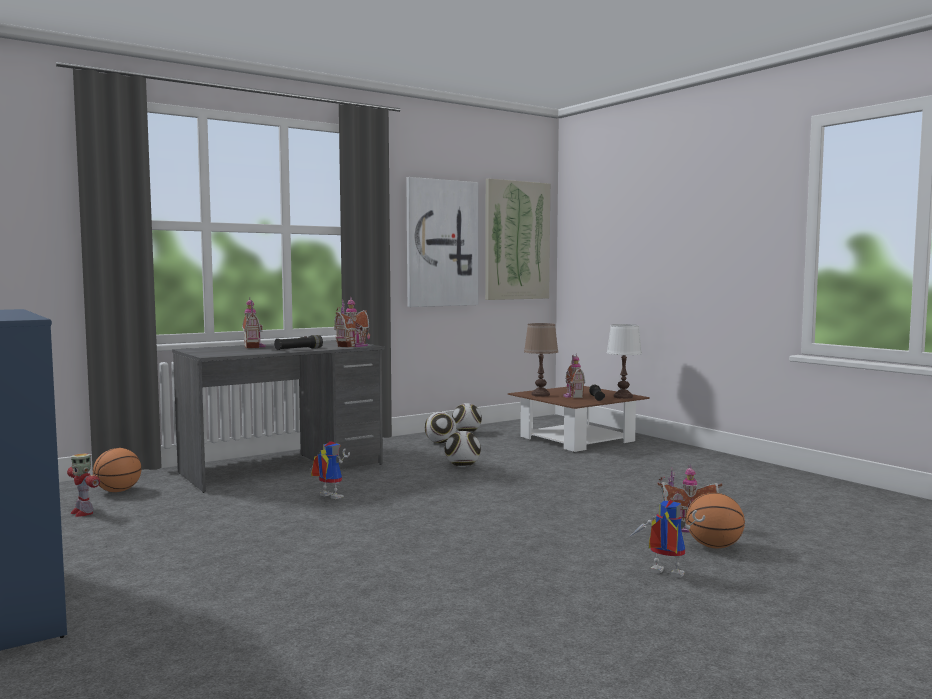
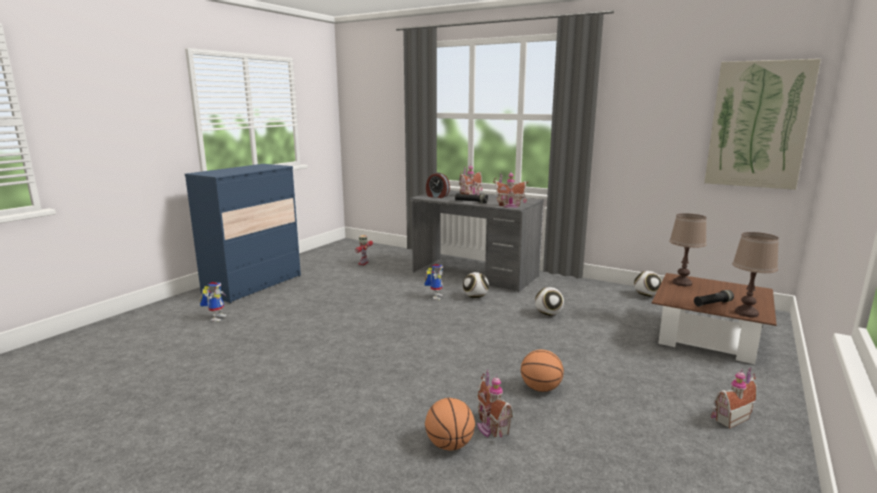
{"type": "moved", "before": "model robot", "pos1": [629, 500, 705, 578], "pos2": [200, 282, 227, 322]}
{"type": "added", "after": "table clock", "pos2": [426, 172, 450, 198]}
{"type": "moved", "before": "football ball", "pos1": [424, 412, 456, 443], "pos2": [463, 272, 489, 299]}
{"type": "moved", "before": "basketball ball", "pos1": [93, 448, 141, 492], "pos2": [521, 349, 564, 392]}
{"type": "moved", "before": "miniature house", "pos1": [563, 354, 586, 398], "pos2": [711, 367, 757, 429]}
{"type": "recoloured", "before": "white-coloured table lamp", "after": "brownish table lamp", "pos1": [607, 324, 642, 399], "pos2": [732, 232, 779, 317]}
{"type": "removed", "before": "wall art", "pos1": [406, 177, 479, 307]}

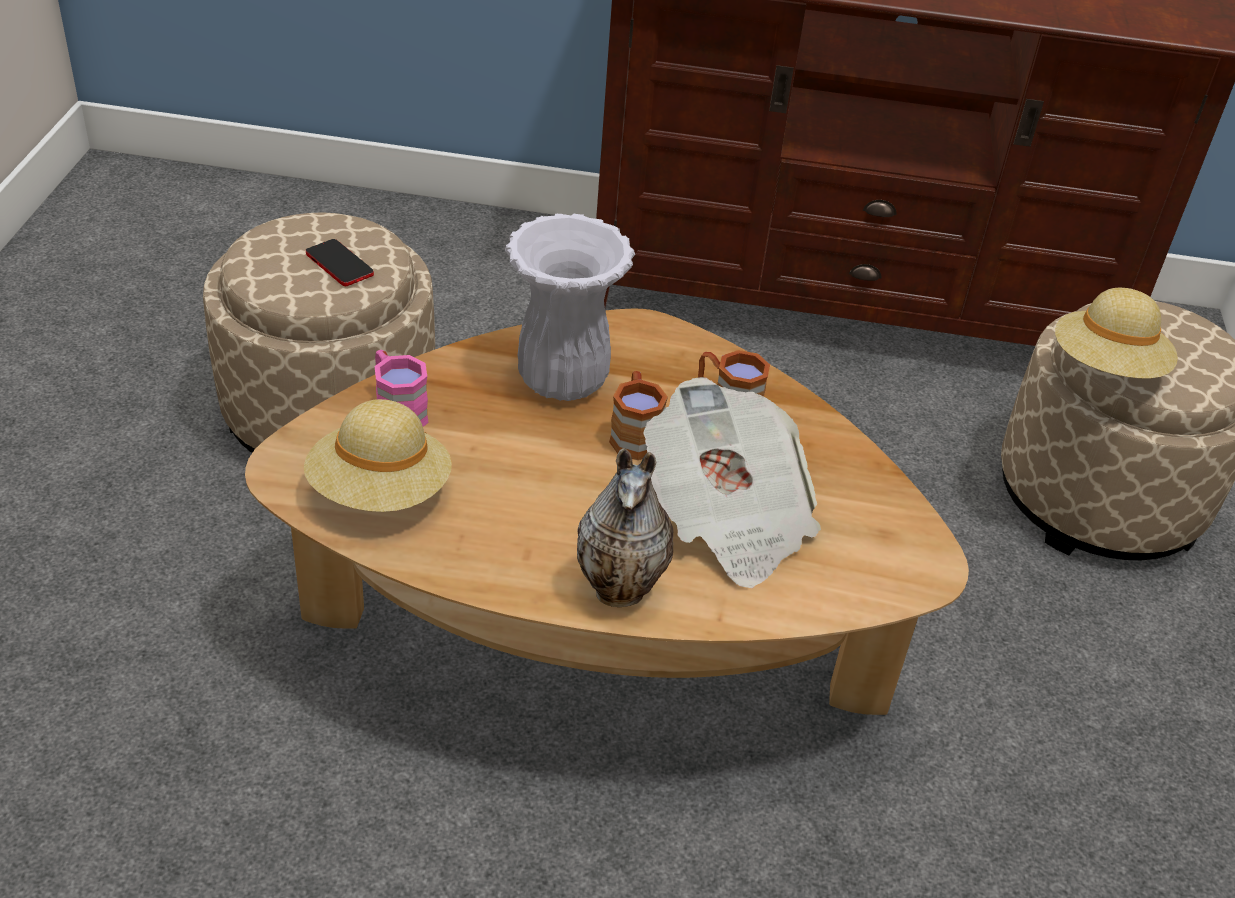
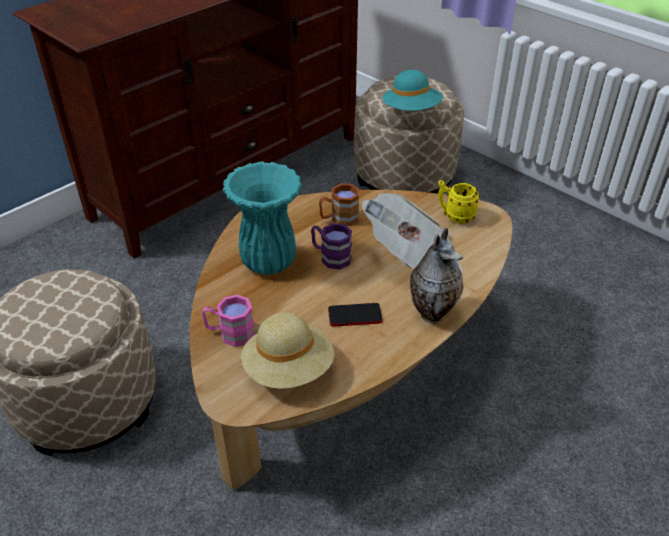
{"type": "recoloured", "before": "white-coloured vase", "after": "blue-green vase", "pos1": [505, 213, 635, 401], "pos2": [223, 161, 302, 275]}
{"type": "recoloured", "before": "brownish coffee mug", "after": "purplish coffee mug", "pos1": [609, 371, 668, 460], "pos2": [311, 223, 352, 269]}
{"type": "moved", "before": "phone", "pos1": [306, 239, 374, 286], "pos2": [328, 303, 383, 326]}
{"type": "recoloured", "before": "sand-coloured wearable hat", "after": "blue-green wearable hat", "pos1": [1055, 288, 1178, 379], "pos2": [382, 70, 443, 111]}
{"type": "added", "after": "yellowish coffee mug", "pos2": [438, 180, 480, 224]}

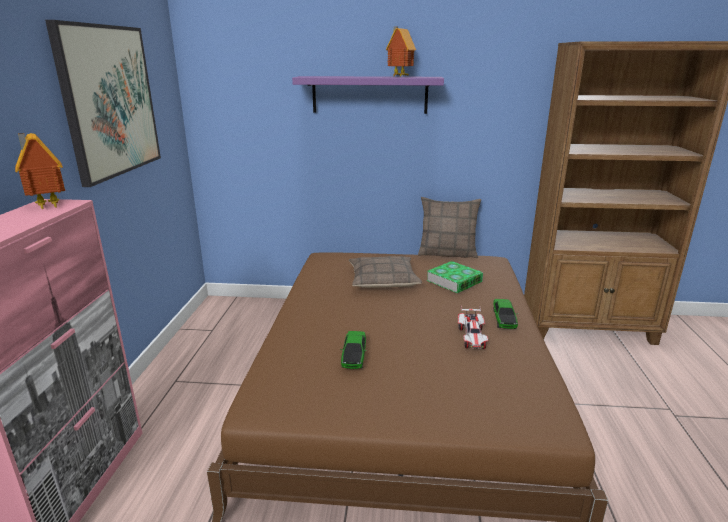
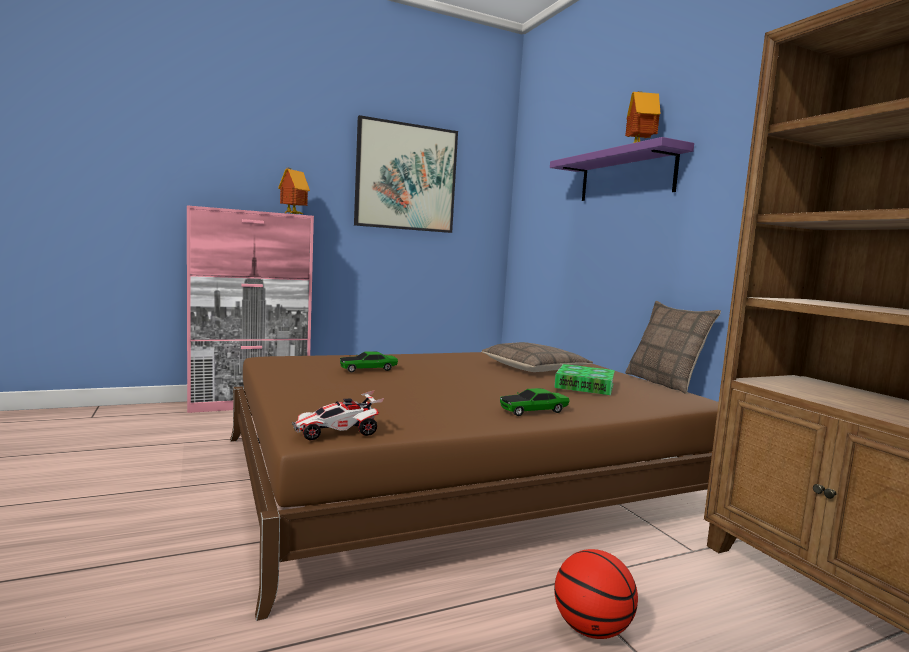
{"type": "moved", "before": "toy car", "pos1": [458, 305, 488, 349], "pos2": [292, 390, 384, 440]}
{"type": "added", "after": "basketball ball", "pos2": [554, 549, 638, 639]}

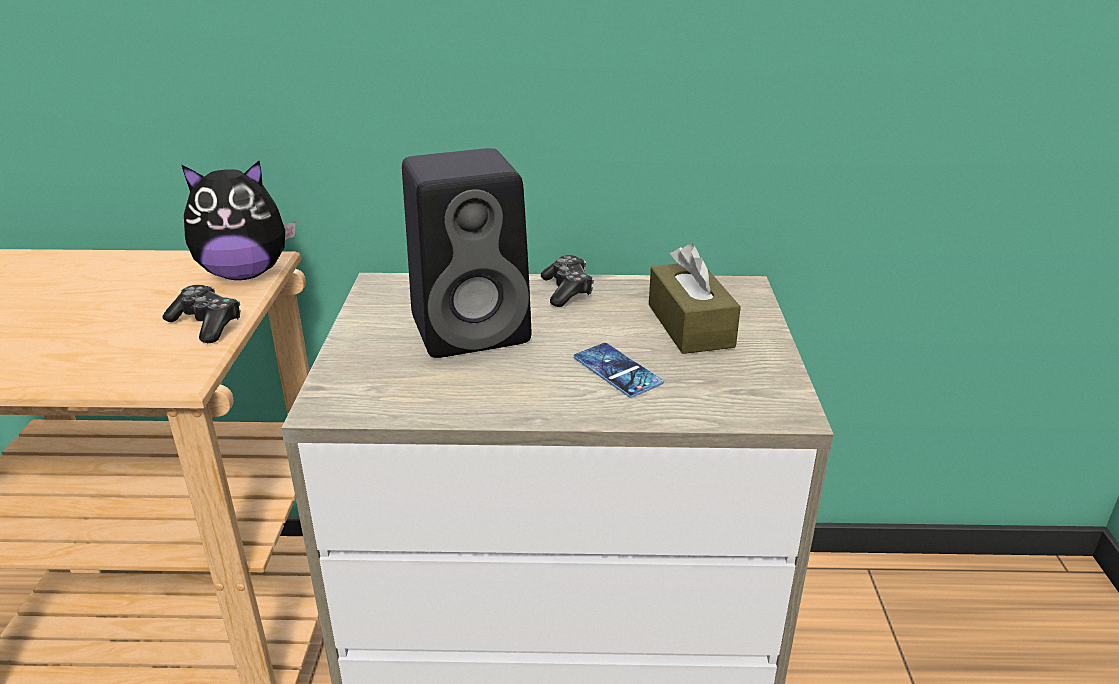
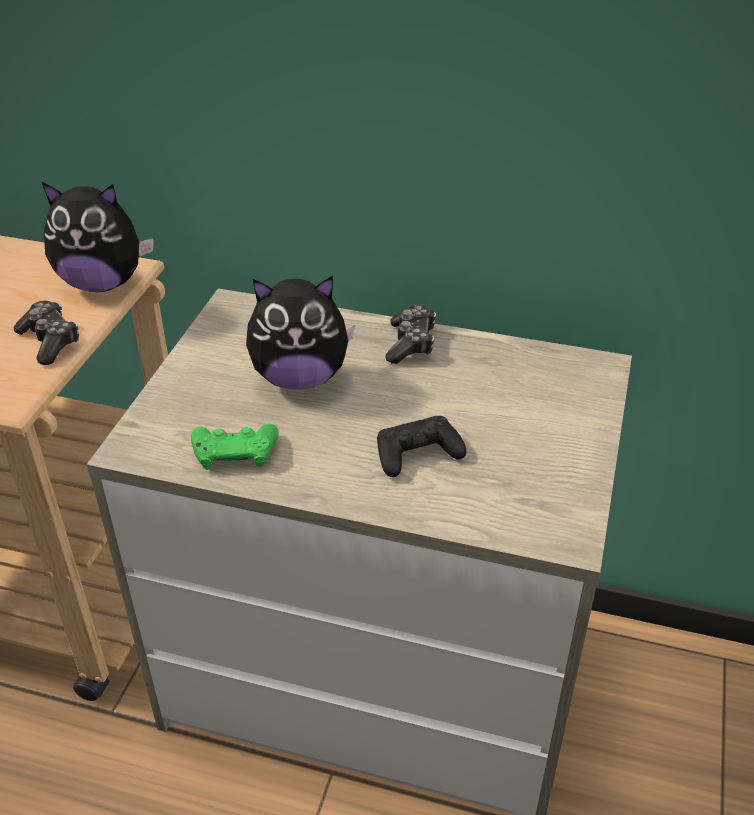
{"type": "added", "after": "green-coloured joypad", "pos2": [191, 424, 279, 470]}
{"type": "replaced", "before": "black-coloured audio speaker", "after": "cuddly toy", "pos1": [402, 148, 531, 358], "pos2": [246, 276, 355, 390]}
{"type": "replaced", "before": "phone", "after": "black-coloured joypad", "pos1": [574, 343, 663, 398], "pos2": [377, 416, 466, 477]}
{"type": "removed", "before": "brownish tissue box", "pos1": [649, 243, 741, 354]}

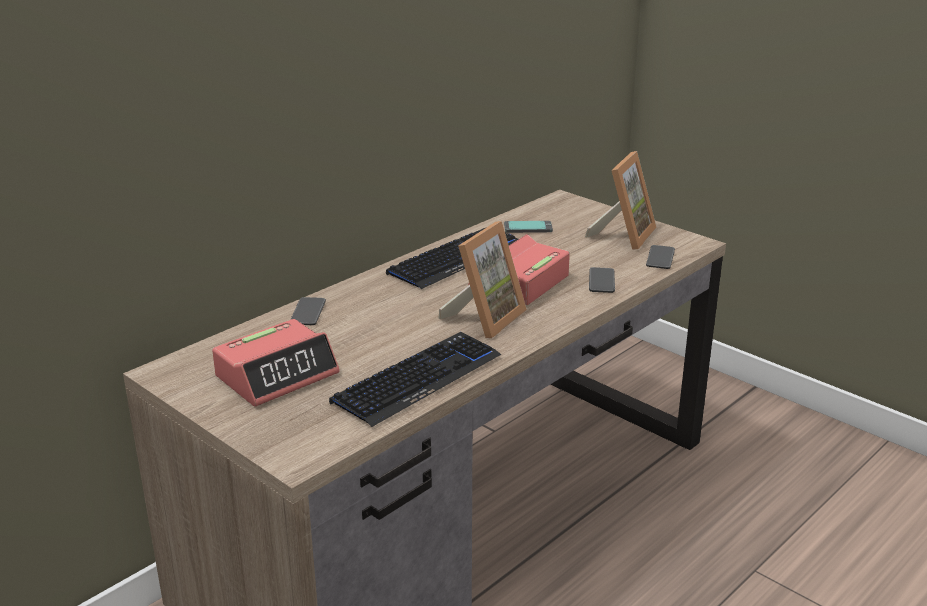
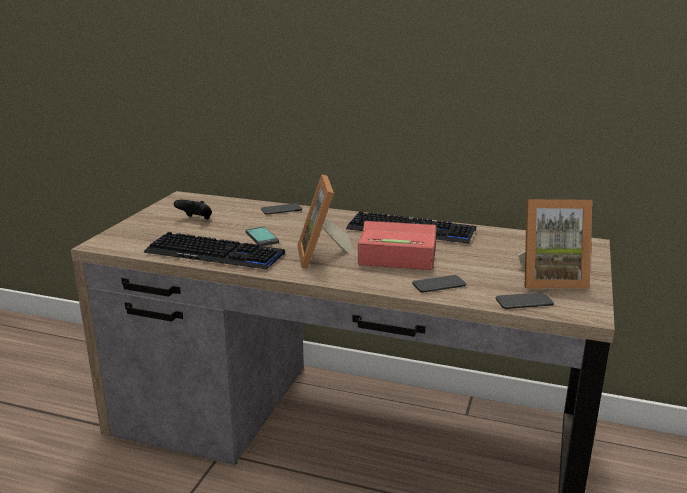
{"type": "replaced", "before": "table clock", "after": "black-coloured joypad", "pos1": [212, 319, 340, 407], "pos2": [174, 200, 212, 220]}
{"type": "moved", "before": "phone", "pos1": [504, 221, 553, 233], "pos2": [245, 227, 279, 246]}
{"type": "turned", "before": "photo frame", "pos1": [439, 221, 527, 338], "pos2": [297, 174, 353, 269], "turn": 75}

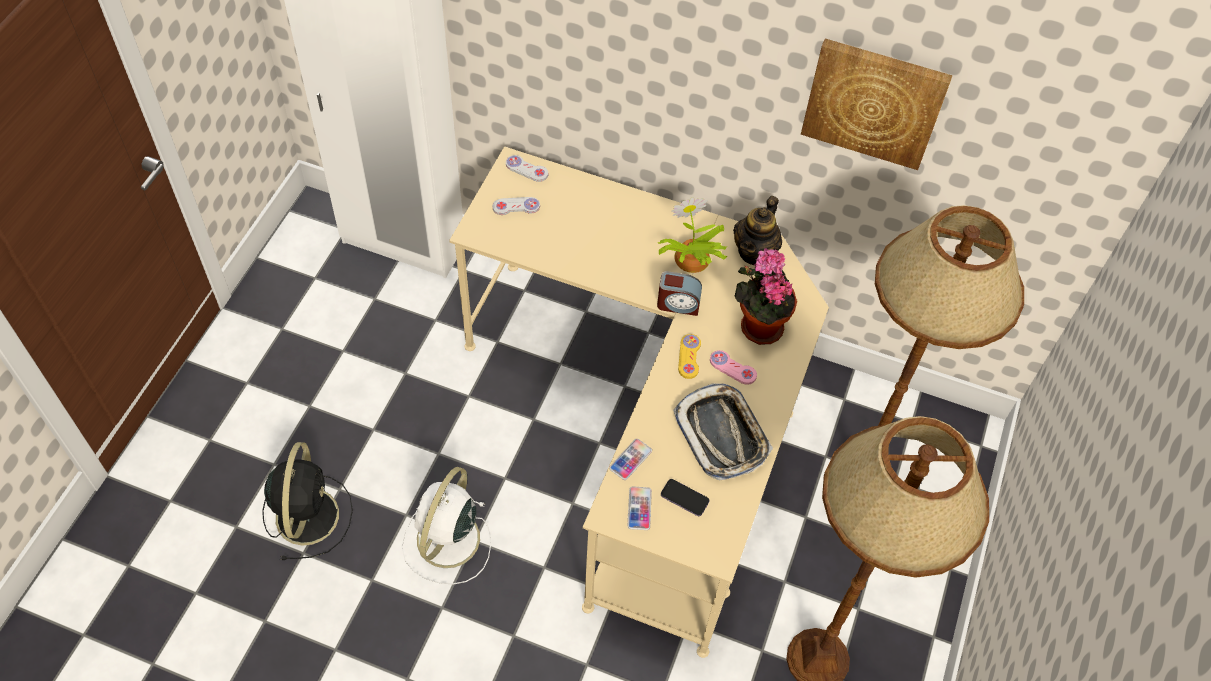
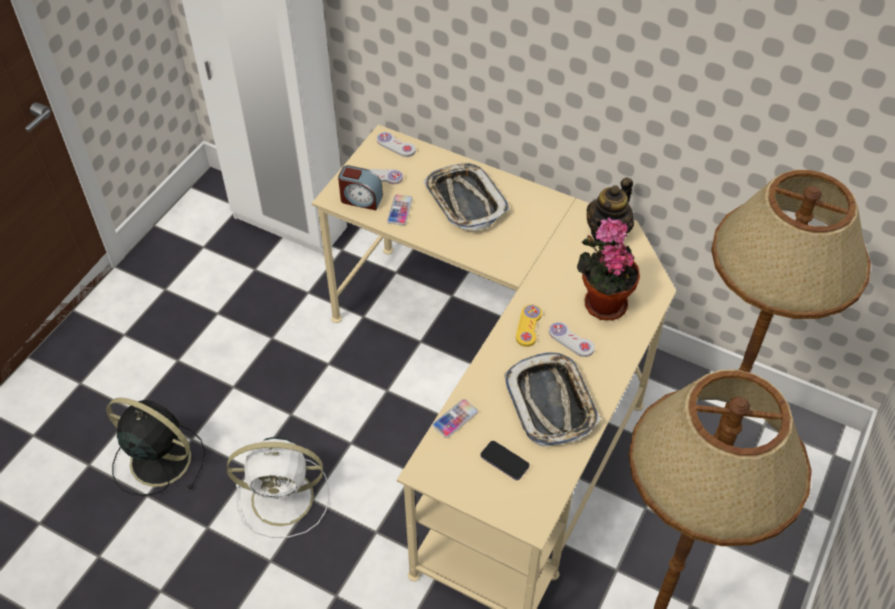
{"type": "turned", "before": "black-coloured electric fan", "pos1": [262, 442, 353, 560], "pos2": [106, 398, 206, 496], "turn": -75}
{"type": "turned", "before": "white-coloured electric fan", "pos1": [401, 467, 491, 585], "pos2": [227, 437, 329, 538], "turn": -120}
{"type": "moved", "before": "table clock", "pos1": [657, 271, 702, 316], "pos2": [338, 165, 383, 210]}
{"type": "moved", "before": "phone", "pos1": [628, 486, 652, 530], "pos2": [387, 194, 413, 225]}
{"type": "added", "after": "serving tray", "pos2": [423, 163, 510, 231]}
{"type": "recoloured", "before": "pink joypad", "after": "white-coloured joypad", "pos1": [710, 350, 757, 385], "pos2": [549, 322, 595, 357]}
{"type": "removed", "before": "potted plant", "pos1": [658, 197, 728, 273]}
{"type": "removed", "before": "wall art", "pos1": [801, 39, 952, 170]}

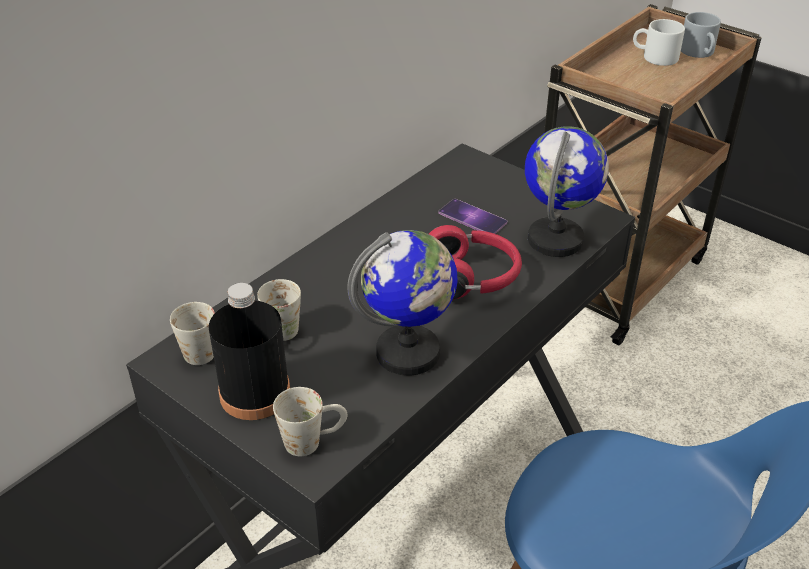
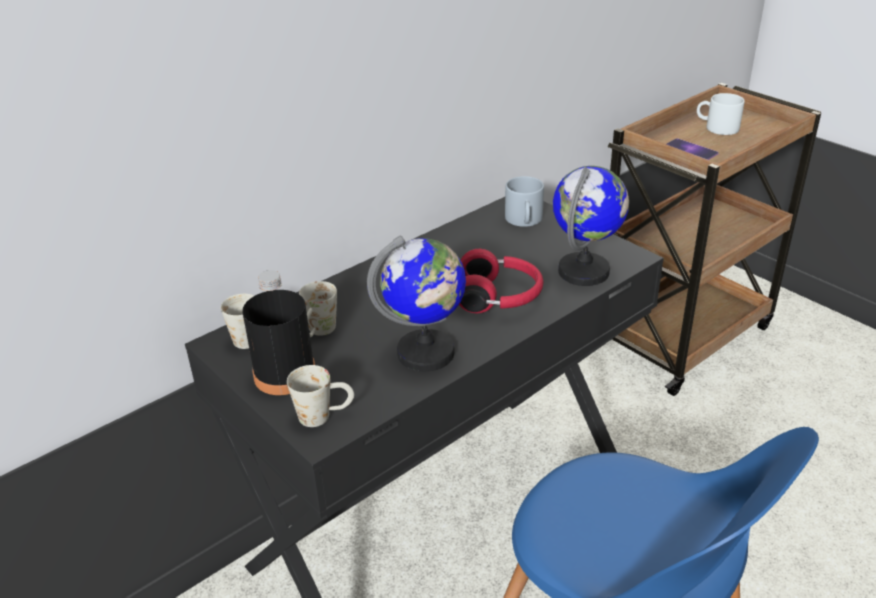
{"type": "moved", "before": "grey coffee mug", "pos1": [681, 12, 721, 58], "pos2": [505, 176, 544, 227]}
{"type": "moved", "before": "phone", "pos1": [438, 199, 507, 234], "pos2": [667, 138, 719, 160]}

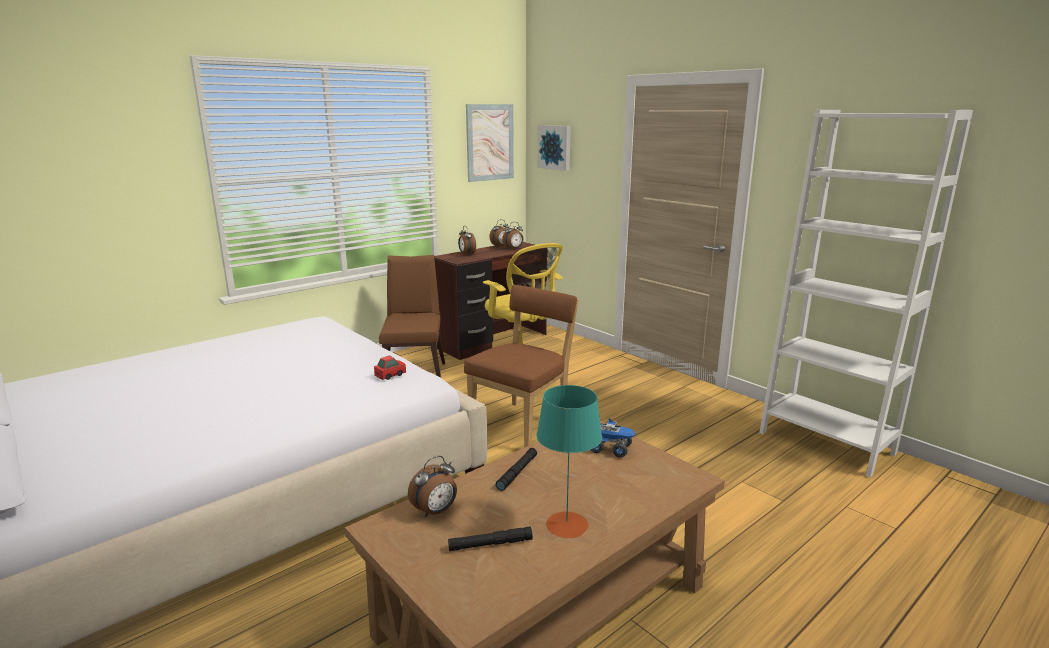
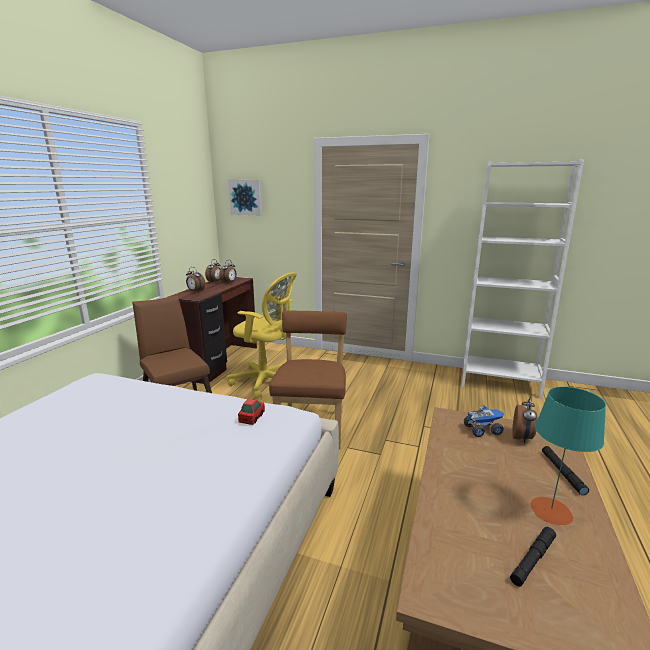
{"type": "moved", "before": "table clock", "pos1": [408, 456, 457, 518], "pos2": [512, 396, 538, 443]}
{"type": "moved", "before": "black-coloured torch", "pos1": [496, 448, 537, 491], "pos2": [542, 446, 589, 495]}
{"type": "removed", "before": "wall art", "pos1": [466, 104, 514, 182]}

